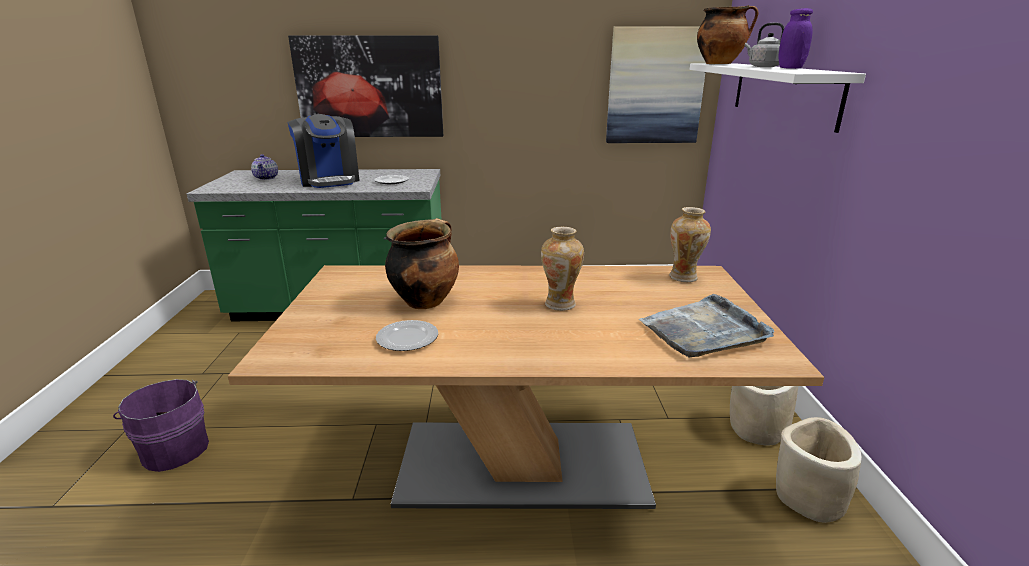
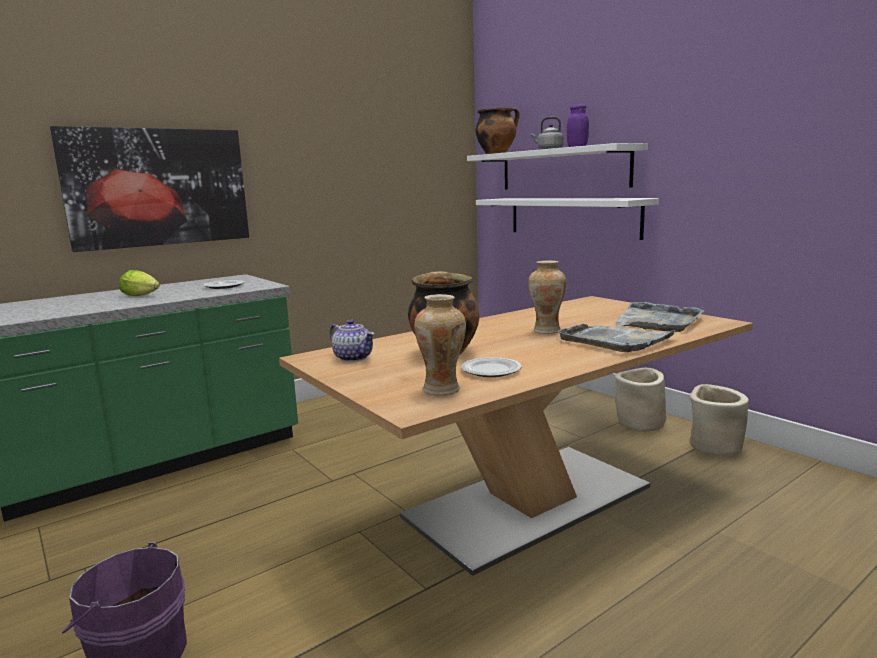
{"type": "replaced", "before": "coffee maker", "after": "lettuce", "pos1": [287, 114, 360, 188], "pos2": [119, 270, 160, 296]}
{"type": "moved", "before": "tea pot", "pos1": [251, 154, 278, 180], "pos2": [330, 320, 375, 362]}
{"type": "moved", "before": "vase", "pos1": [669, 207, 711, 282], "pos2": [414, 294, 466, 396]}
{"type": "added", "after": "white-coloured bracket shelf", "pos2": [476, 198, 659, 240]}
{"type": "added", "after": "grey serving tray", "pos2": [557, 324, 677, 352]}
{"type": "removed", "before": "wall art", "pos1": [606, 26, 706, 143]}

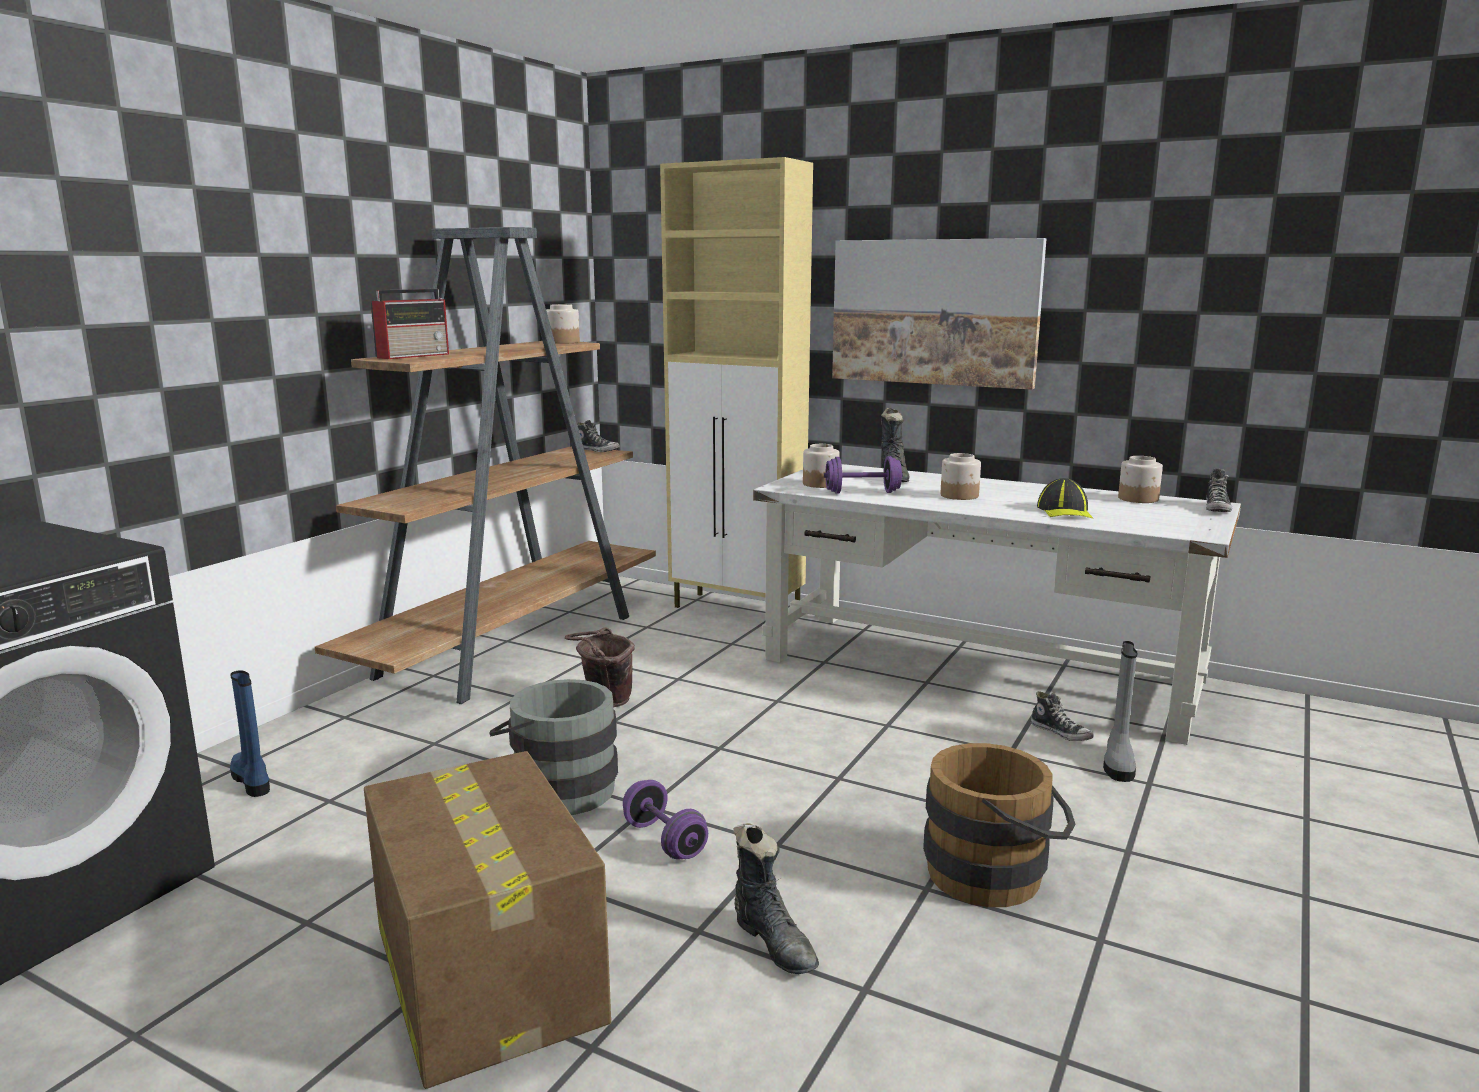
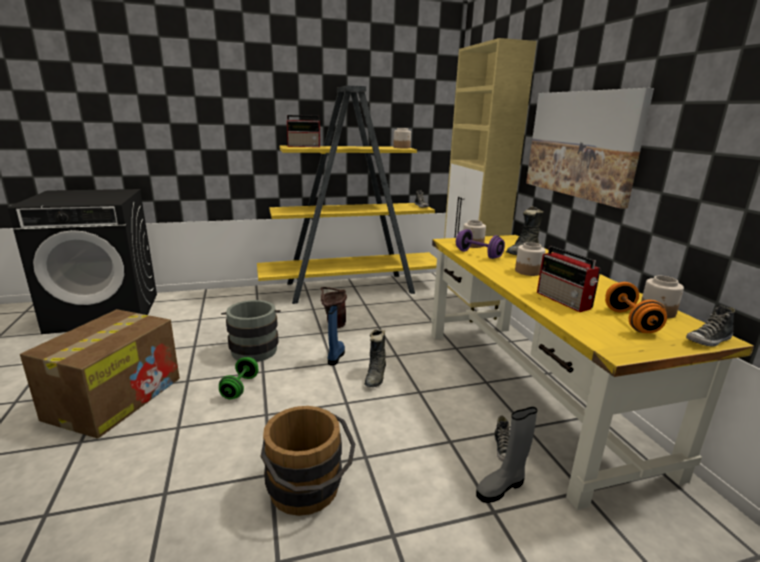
{"type": "recoloured", "before": "purplish hand weight", "after": "green-coloured hand weight", "pos1": [623, 780, 708, 859], "pos2": [219, 357, 258, 399]}
{"type": "recoloured", "before": "brownish bookshelf", "after": "yellowish bookshelf", "pos1": [315, 227, 656, 704], "pos2": [257, 86, 437, 304]}
{"type": "moved", "before": "blue-coloured high-top boot", "pos1": [230, 670, 270, 797], "pos2": [328, 305, 345, 366]}
{"type": "moved", "before": "black-coloured high-top boot", "pos1": [733, 823, 819, 974], "pos2": [364, 329, 386, 387]}
{"type": "recoloured", "before": "white-coloured desk unit", "after": "yellowish desk unit", "pos1": [753, 464, 1241, 745], "pos2": [431, 235, 754, 510]}
{"type": "replaced", "before": "peaked cap", "after": "radio set", "pos1": [1037, 478, 1093, 519], "pos2": [537, 246, 601, 312]}
{"type": "added", "after": "orangey hand weight", "pos2": [605, 282, 667, 333]}

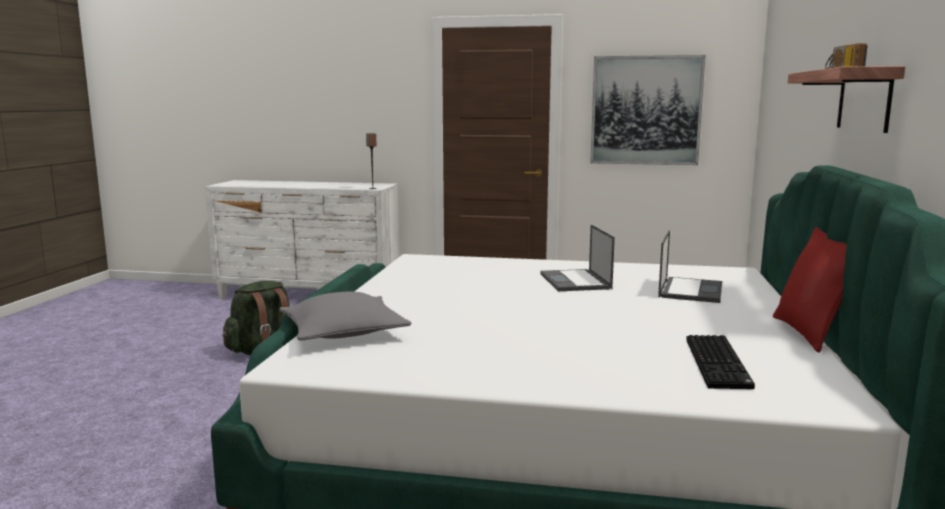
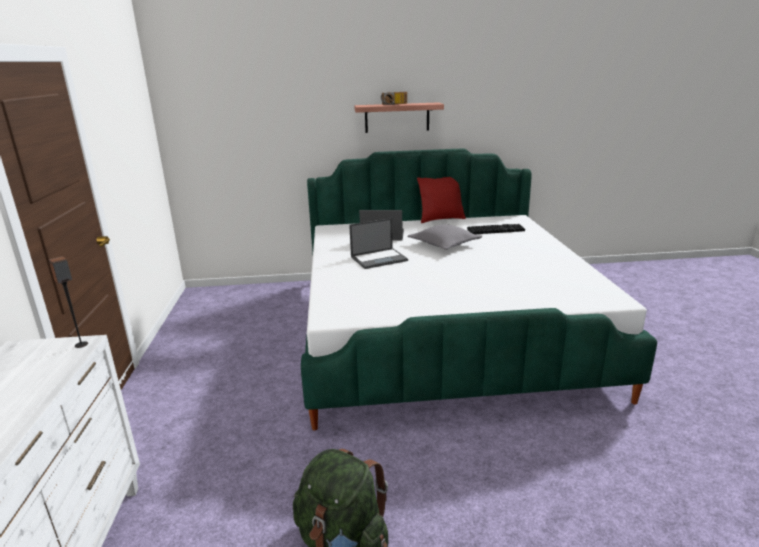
{"type": "moved", "before": "grey throw pillow", "pos1": [279, 292, 412, 341], "pos2": [407, 224, 483, 250]}
{"type": "removed", "before": "wall art", "pos1": [590, 55, 706, 165]}

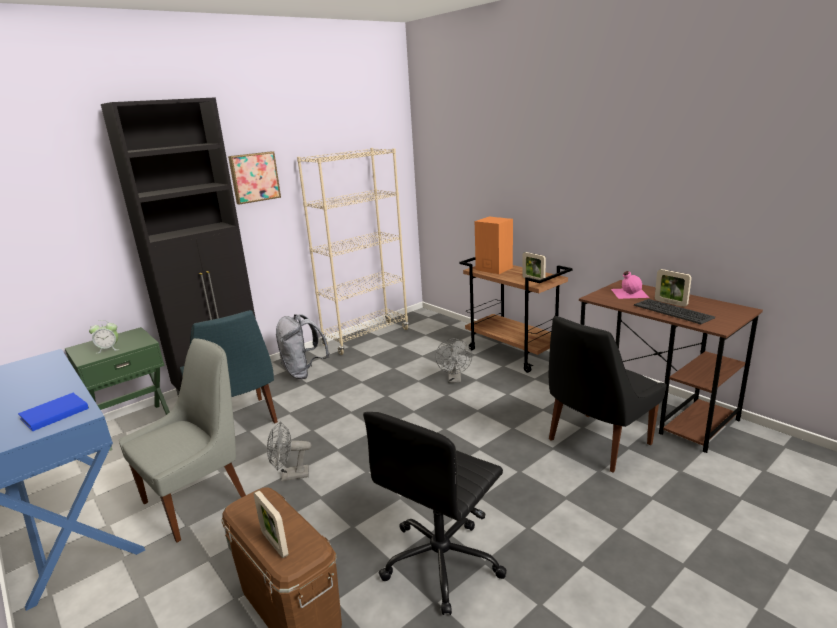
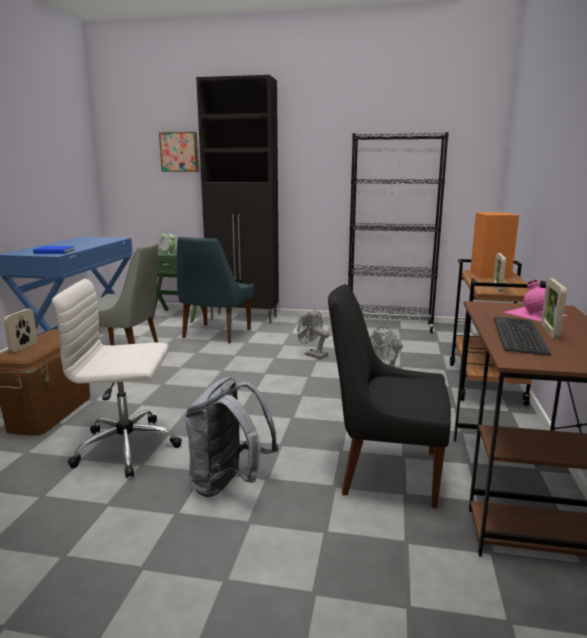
{"type": "recoloured", "before": "black-coloured computer chair", "after": "white-coloured computer chair", "pos1": [363, 412, 507, 615], "pos2": [52, 279, 182, 478]}
{"type": "moved", "before": "wall art", "pos1": [228, 151, 281, 205], "pos2": [159, 132, 199, 172]}
{"type": "moved", "before": "grey knapsack", "pos1": [276, 314, 330, 379], "pos2": [185, 377, 279, 497]}
{"type": "moved", "before": "grey electric fan", "pos1": [267, 421, 311, 482], "pos2": [297, 310, 329, 359]}
{"type": "recoloured", "before": "sand-coloured bookshelf", "after": "black-coloured bookshelf", "pos1": [297, 148, 409, 355], "pos2": [348, 132, 449, 333]}

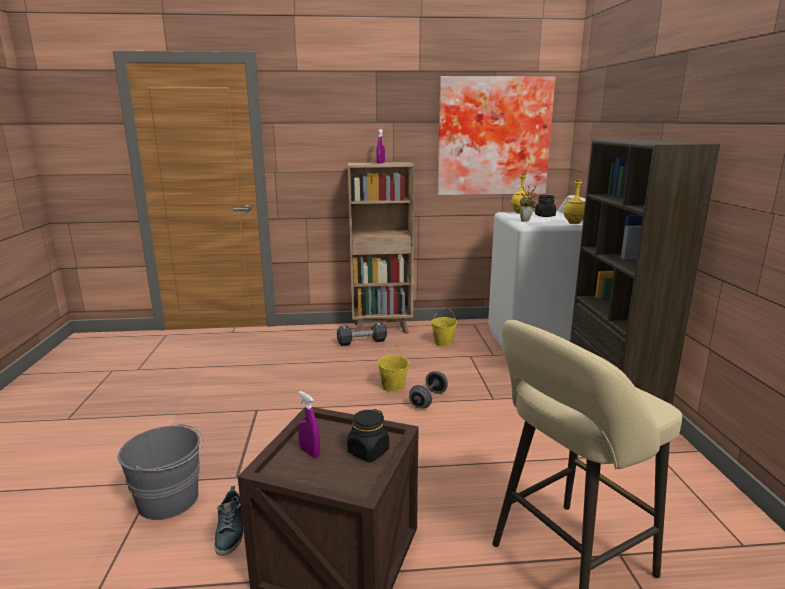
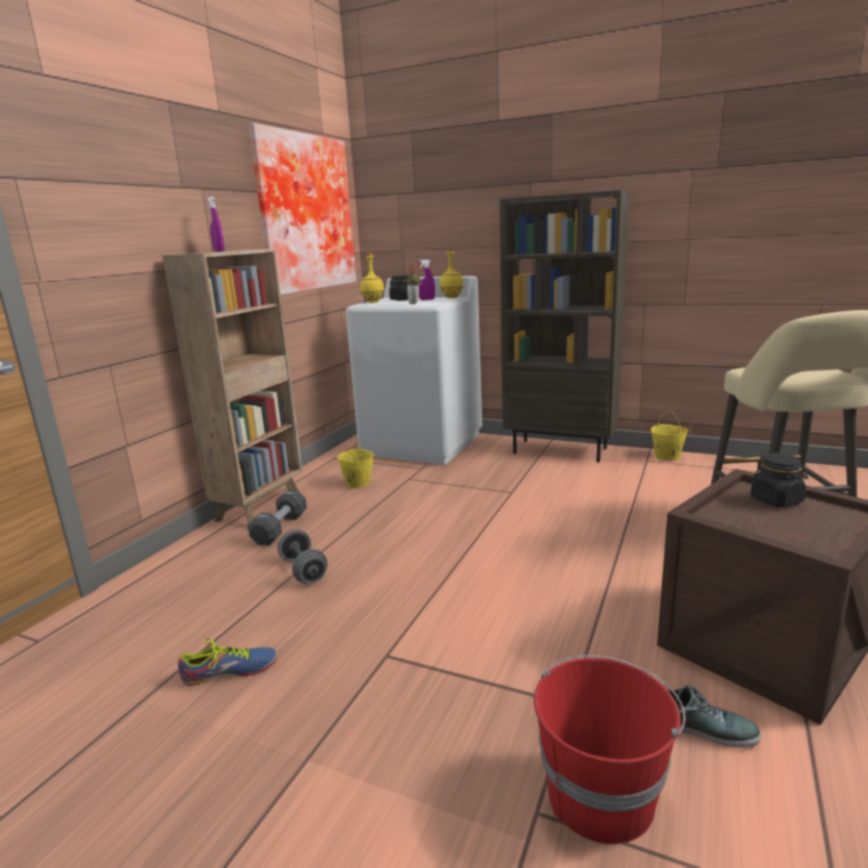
{"type": "added", "after": "item of footwear", "pos2": [178, 638, 277, 686]}
{"type": "moved", "before": "grey hand weight", "pos1": [409, 371, 448, 409], "pos2": [278, 530, 327, 583]}
{"type": "moved", "before": "purplish sprayer", "pos1": [298, 391, 320, 458], "pos2": [419, 260, 435, 300]}
{"type": "recoloured", "before": "grey water bucket", "after": "red-coloured water bucket", "pos1": [118, 424, 204, 520], "pos2": [534, 655, 685, 844]}
{"type": "moved", "before": "yellowish water bucket", "pos1": [377, 345, 409, 392], "pos2": [651, 410, 688, 461]}

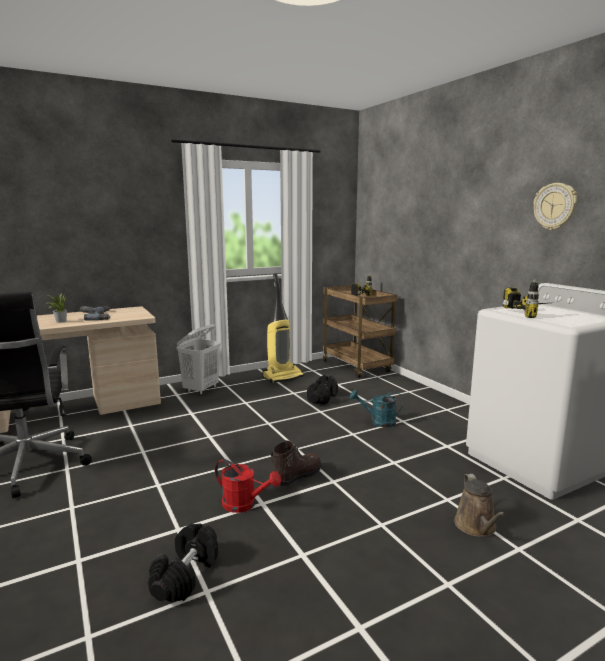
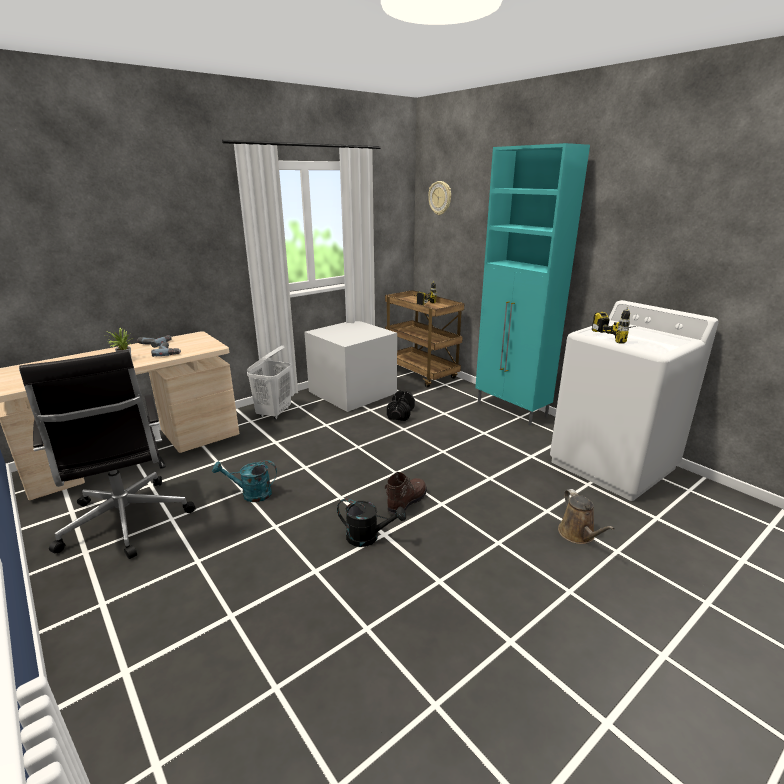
{"type": "moved", "before": "blue-green watering can", "pos1": [350, 390, 403, 427], "pos2": [212, 460, 277, 502]}
{"type": "replaced", "before": "hoover", "after": "grey storage box", "pos1": [262, 273, 304, 383], "pos2": [304, 321, 397, 412]}
{"type": "recoloured", "before": "red-coloured watering can", "after": "black-coloured watering can", "pos1": [215, 459, 281, 513], "pos2": [337, 499, 406, 547]}
{"type": "moved", "before": "hanging clock", "pos1": [533, 183, 577, 230], "pos2": [428, 181, 451, 215]}
{"type": "added", "after": "blue-green cupboard", "pos2": [475, 143, 590, 425]}
{"type": "removed", "before": "black-coloured hand weight", "pos1": [148, 523, 218, 602]}

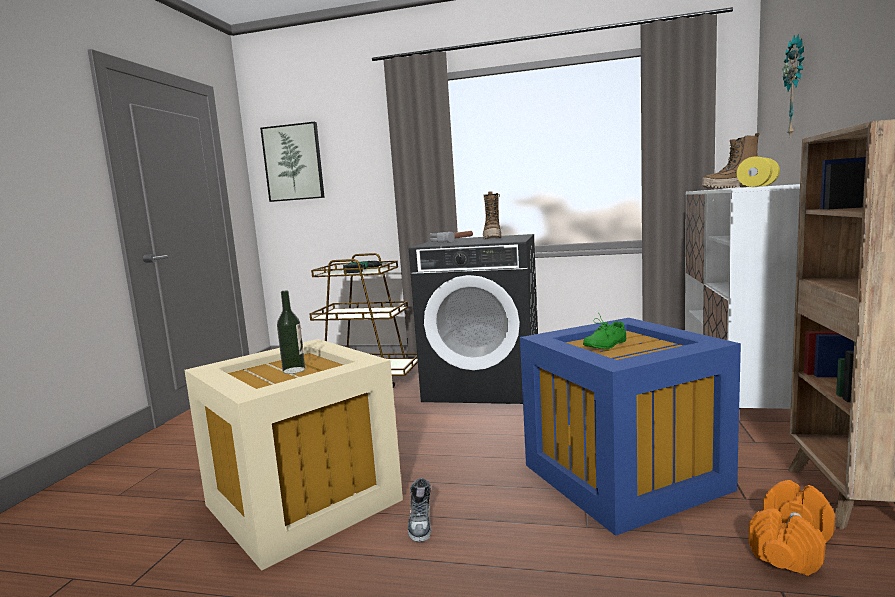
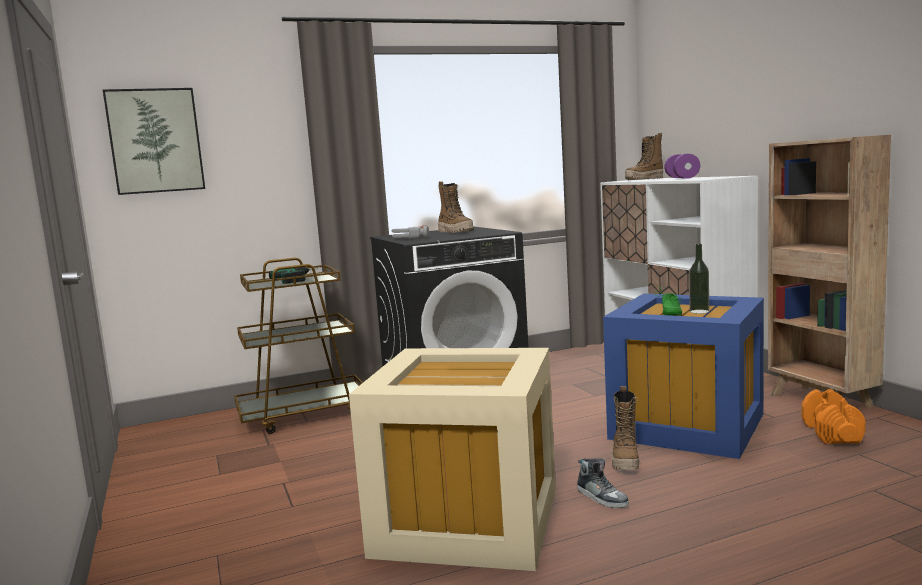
{"type": "added", "after": "high-top boot", "pos2": [611, 386, 640, 470]}
{"type": "recoloured", "before": "yellowish hand weight", "after": "purplish hand weight", "pos1": [737, 156, 780, 187], "pos2": [664, 154, 700, 179]}
{"type": "moved", "before": "beverage bottle", "pos1": [277, 290, 305, 374], "pos2": [689, 244, 709, 314]}
{"type": "removed", "before": "hanging clock", "pos1": [783, 34, 804, 137]}

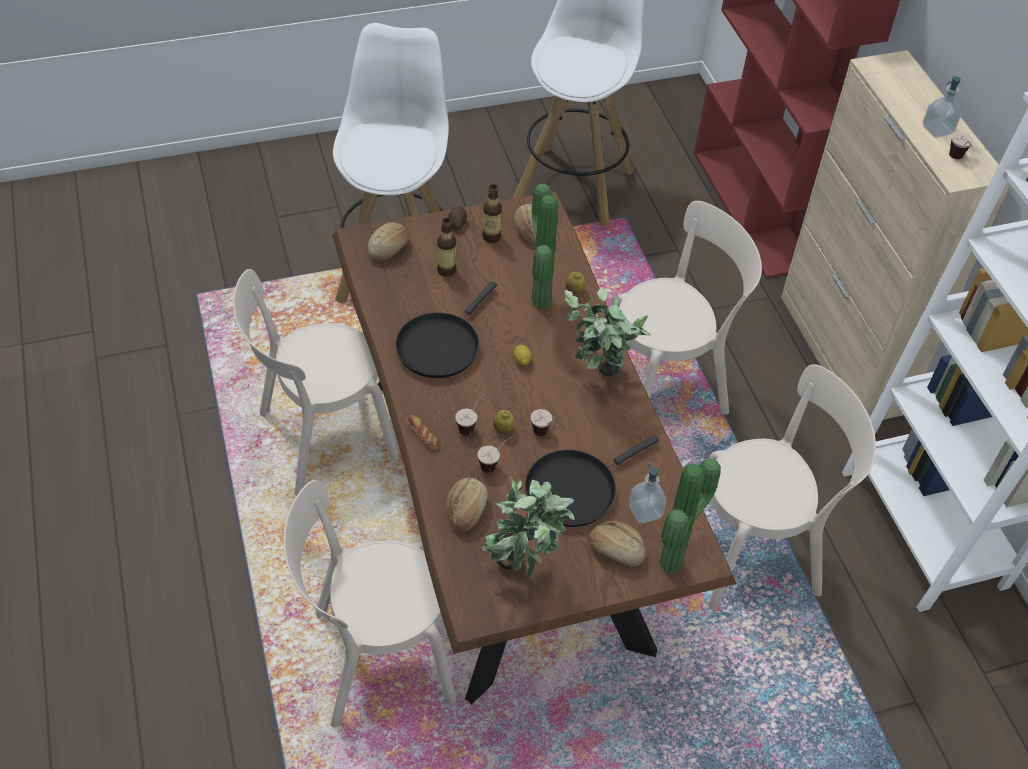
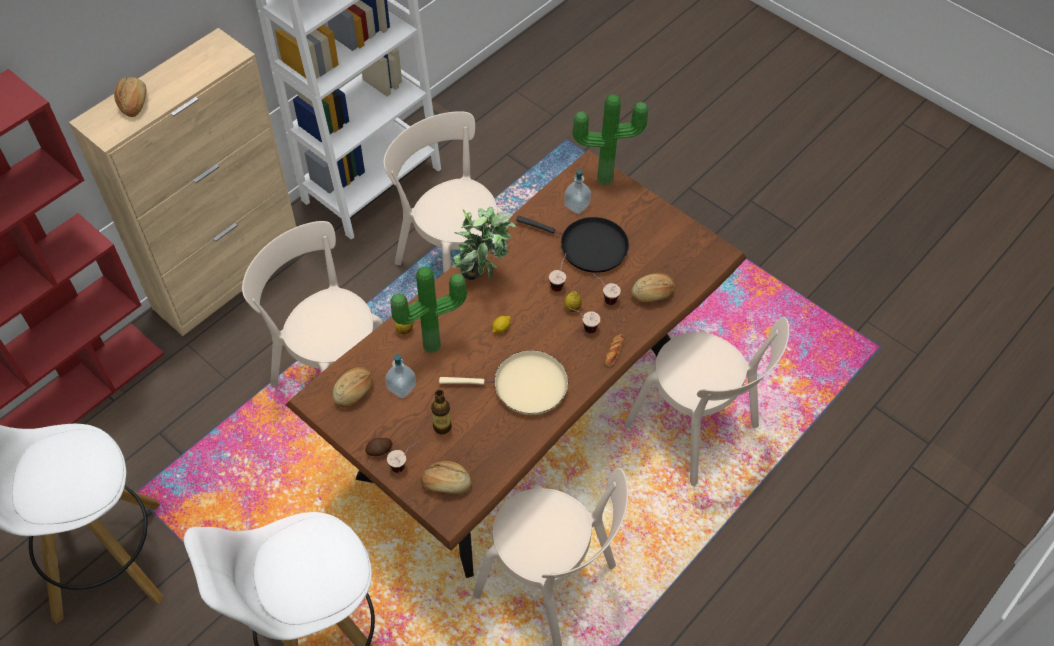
{"type": "moved", "before": "bakery bread", "pos1": [587, 520, 646, 566], "pos2": [114, 77, 146, 117]}
{"type": "moved", "before": "soap bottle", "pos1": [923, 76, 961, 138], "pos2": [385, 354, 416, 398]}
{"type": "moved", "before": "small cup", "pos1": [949, 133, 973, 159], "pos2": [387, 441, 419, 473]}
{"type": "recoloured", "before": "black-coloured pan", "after": "sand-coloured pan", "pos1": [395, 281, 497, 378], "pos2": [439, 350, 569, 415]}
{"type": "removed", "before": "potted plant", "pos1": [481, 477, 574, 579]}
{"type": "removed", "before": "beverage bottle", "pos1": [482, 184, 502, 243]}

